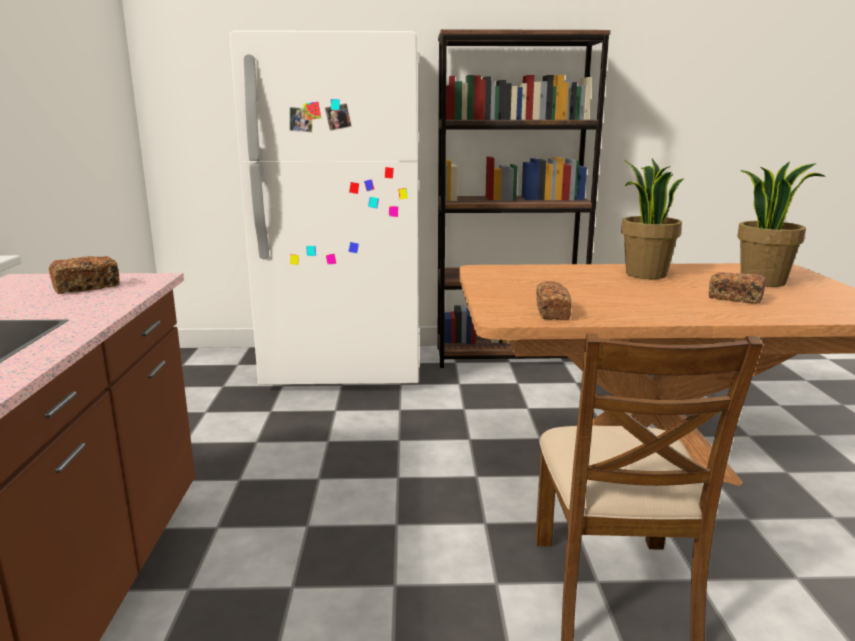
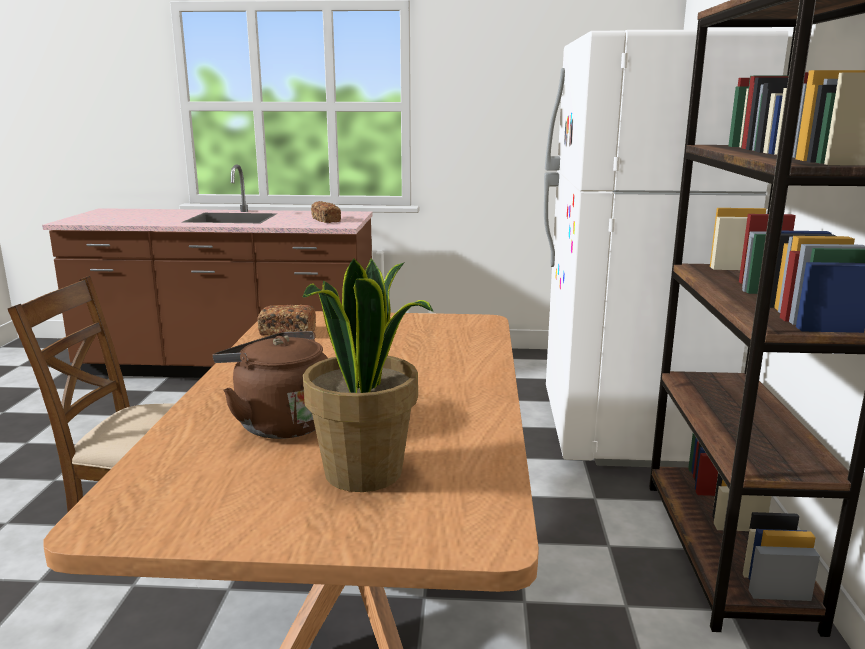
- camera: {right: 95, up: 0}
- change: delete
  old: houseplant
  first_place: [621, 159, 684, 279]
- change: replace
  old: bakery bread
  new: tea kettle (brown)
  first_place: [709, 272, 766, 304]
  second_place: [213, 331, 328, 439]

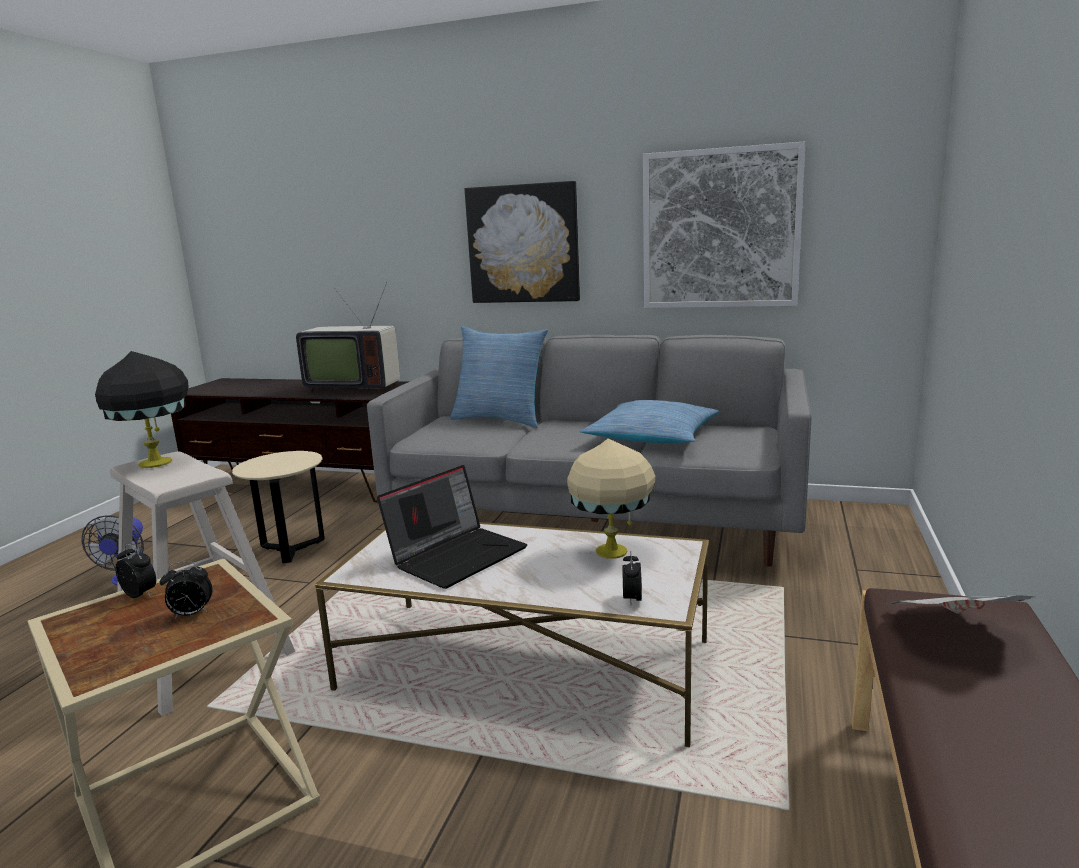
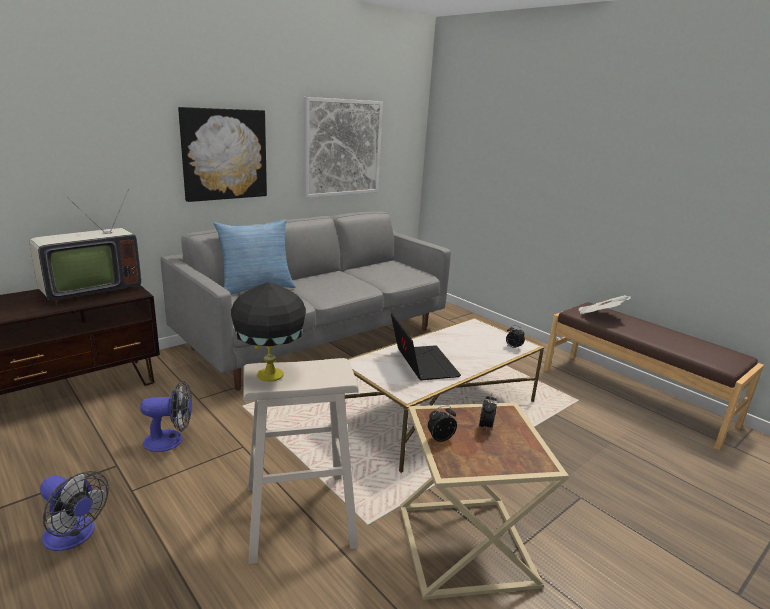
- camera: {right: -60, up: 5}
- change: delete
  old: lamp for a table (beige-coloured)
  first_place: [567, 438, 655, 559]
- change: delete
  old: cushion
  first_place: [580, 400, 719, 443]
- change: replace
  old: end table (beige-coloured)
  new: cooling fan
  first_place: [232, 451, 325, 563]
  second_place: [140, 381, 192, 452]

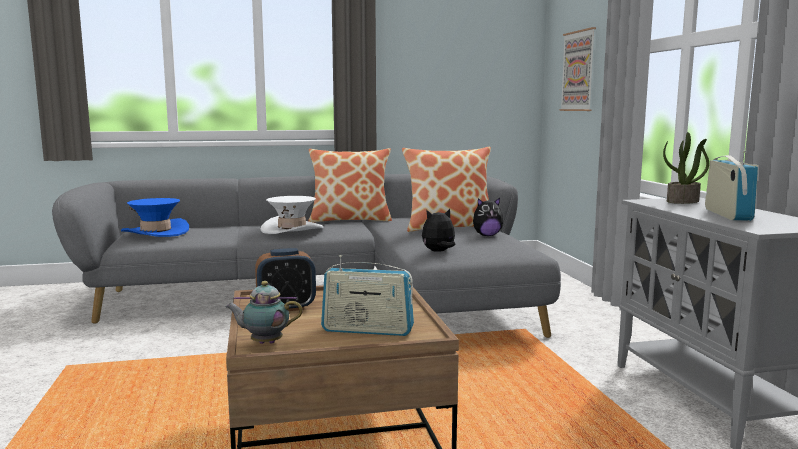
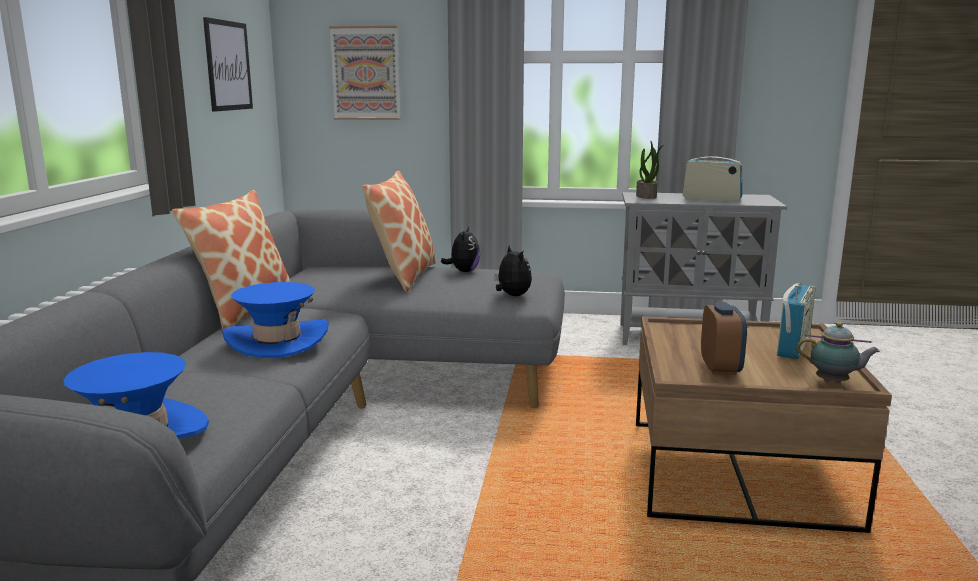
- camera: {right: -70, up: 5}
- change: insert
  new: wall art
  second_place: [203, 17, 253, 112]
- change: recolor
  old: wearable hat (white)
  new: wearable hat (blue-coloured)
  first_place: [261, 196, 323, 234]
  second_place: [222, 282, 329, 358]
- change: rotate
  old: pot for tea
  first_place: [225, 281, 303, 344]
  second_place: [797, 322, 880, 383]
  degrees: -90
- change: rotate
  old: soft toy
  first_place: [422, 209, 455, 252]
  second_place: [494, 245, 532, 296]
  degrees: 150

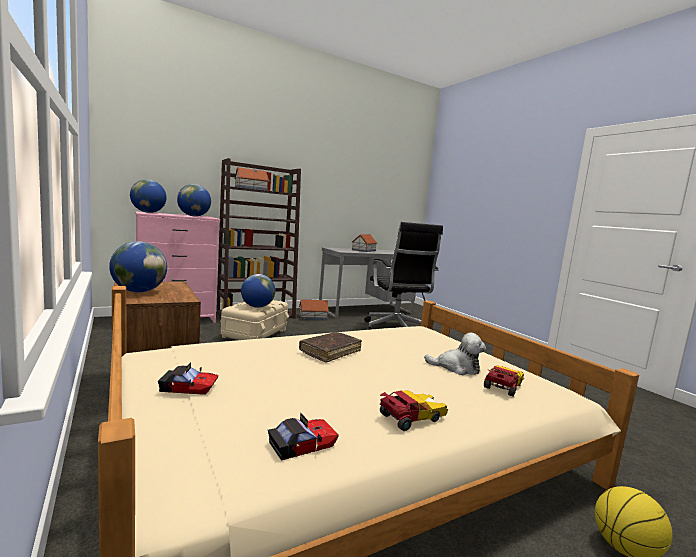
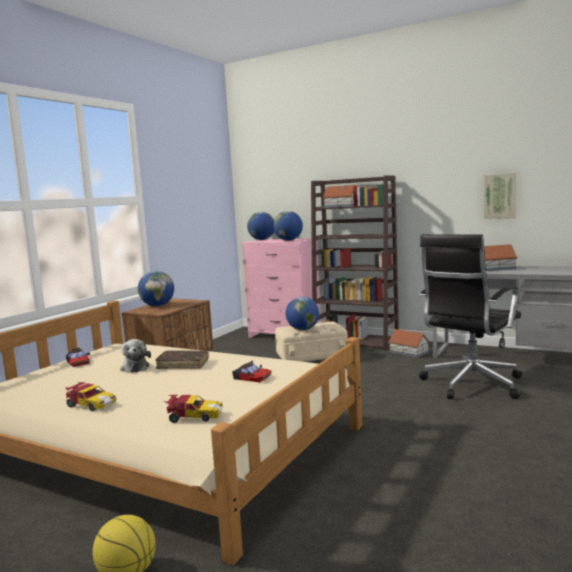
- camera: {right: 60, up: 0}
- change: insert
  new: wall art
  second_place: [484, 173, 517, 219]
- change: move
  old: model car
  first_place: [268, 412, 339, 461]
  second_place: [232, 361, 272, 382]
- change: move
  old: soft toy
  first_place: [424, 332, 486, 375]
  second_place: [120, 339, 151, 373]

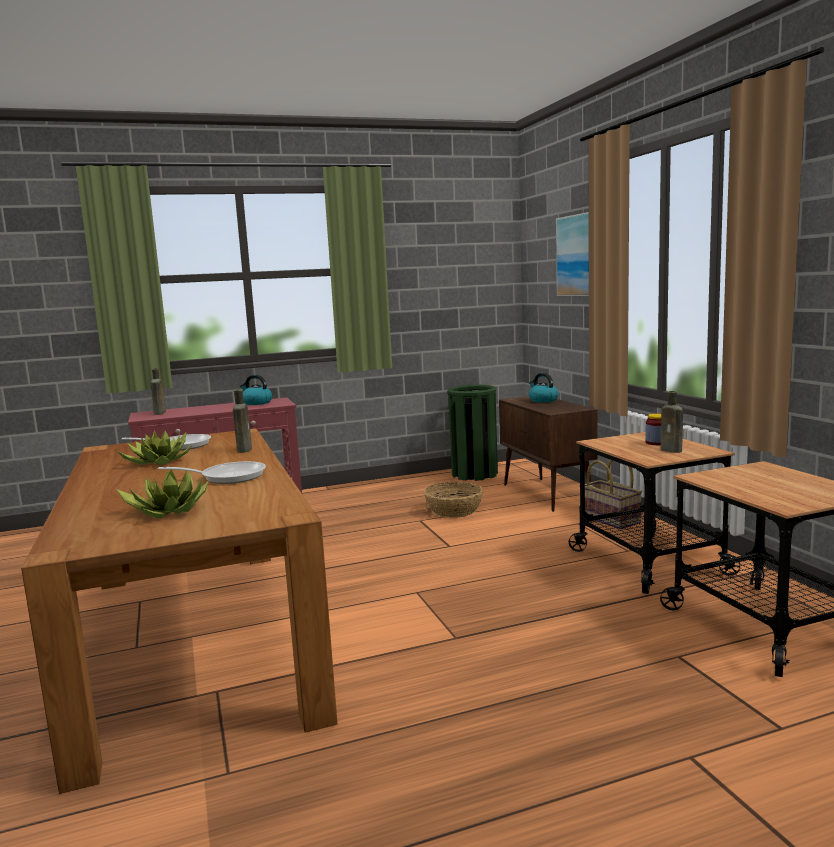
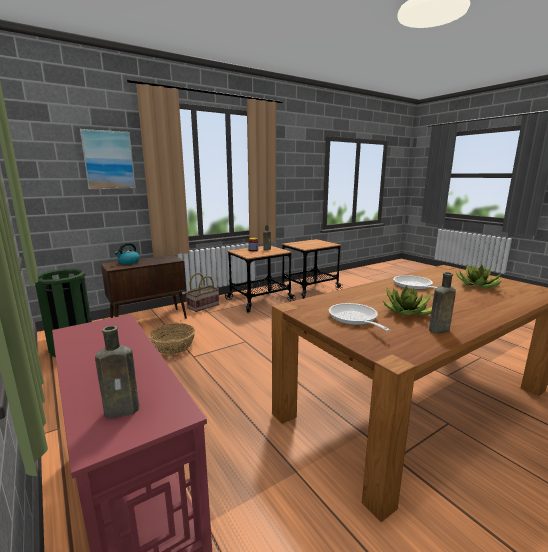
- camera: {right: -105, up: 5}
- change: delete
  old: tea kettle
  first_place: [240, 375, 272, 405]
- change: move
  old: drink bottle (brown)
  first_place: [233, 389, 252, 453]
  second_place: [429, 272, 456, 334]

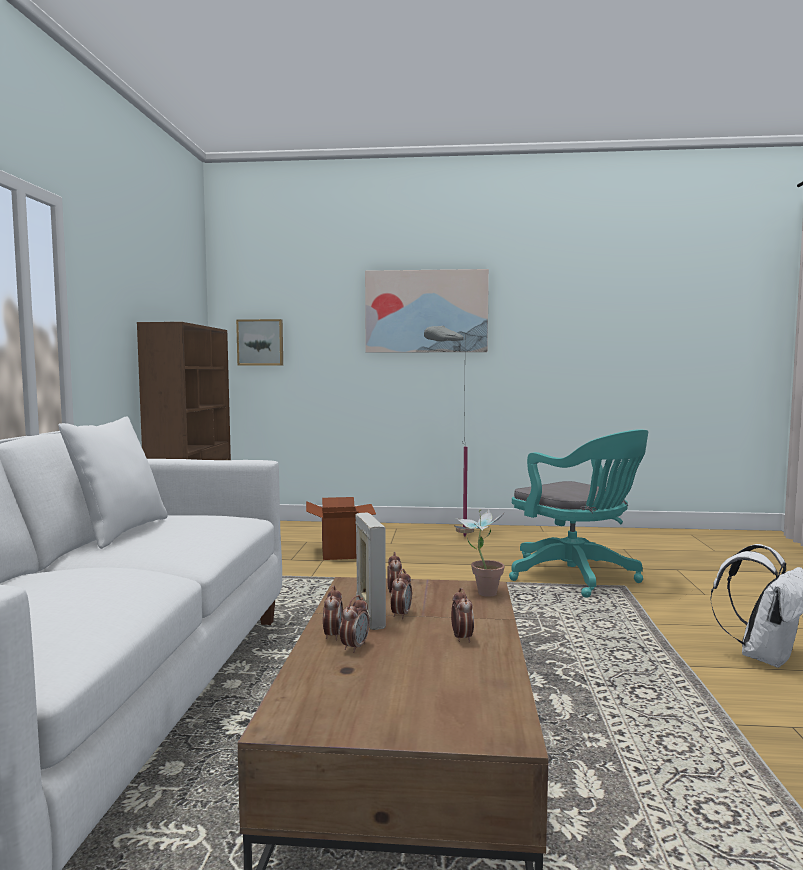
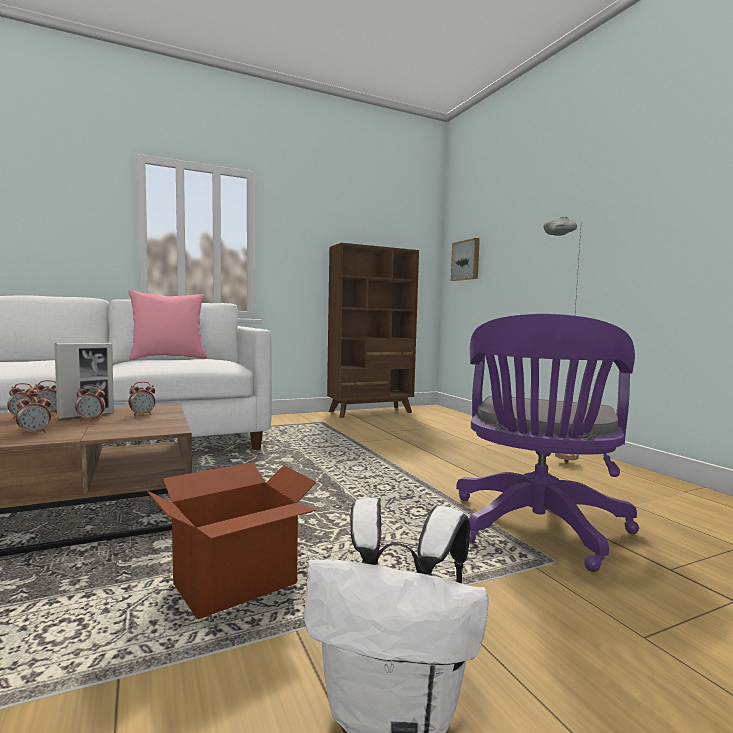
- camera: {right: 60, up: 0}
- change: delete
  old: wall art
  first_place: [365, 269, 489, 353]
- change: delete
  old: houseplant
  first_place: [453, 509, 505, 597]
- change: move
  old: carton
  first_place: [306, 497, 376, 560]
  second_place: [147, 462, 316, 620]
- change: recolor
  old: cushion (white)
  new: cushion (pinkish)
  first_place: [58, 416, 167, 549]
  second_place: [128, 290, 207, 360]
- change: recolor
  old: desk chair (blue-green)
  new: desk chair (purple-coloured)
  first_place: [509, 429, 648, 597]
  second_place: [456, 314, 639, 572]

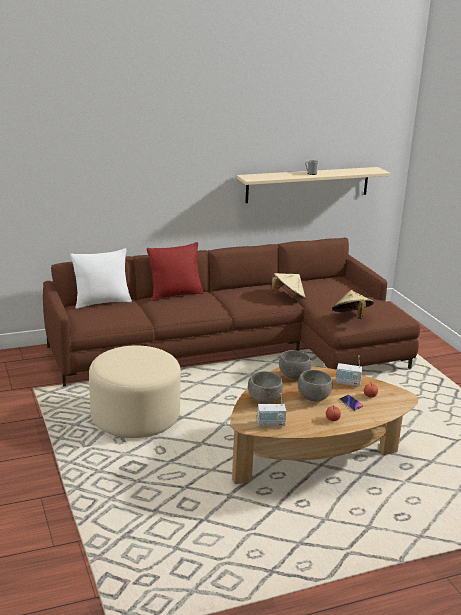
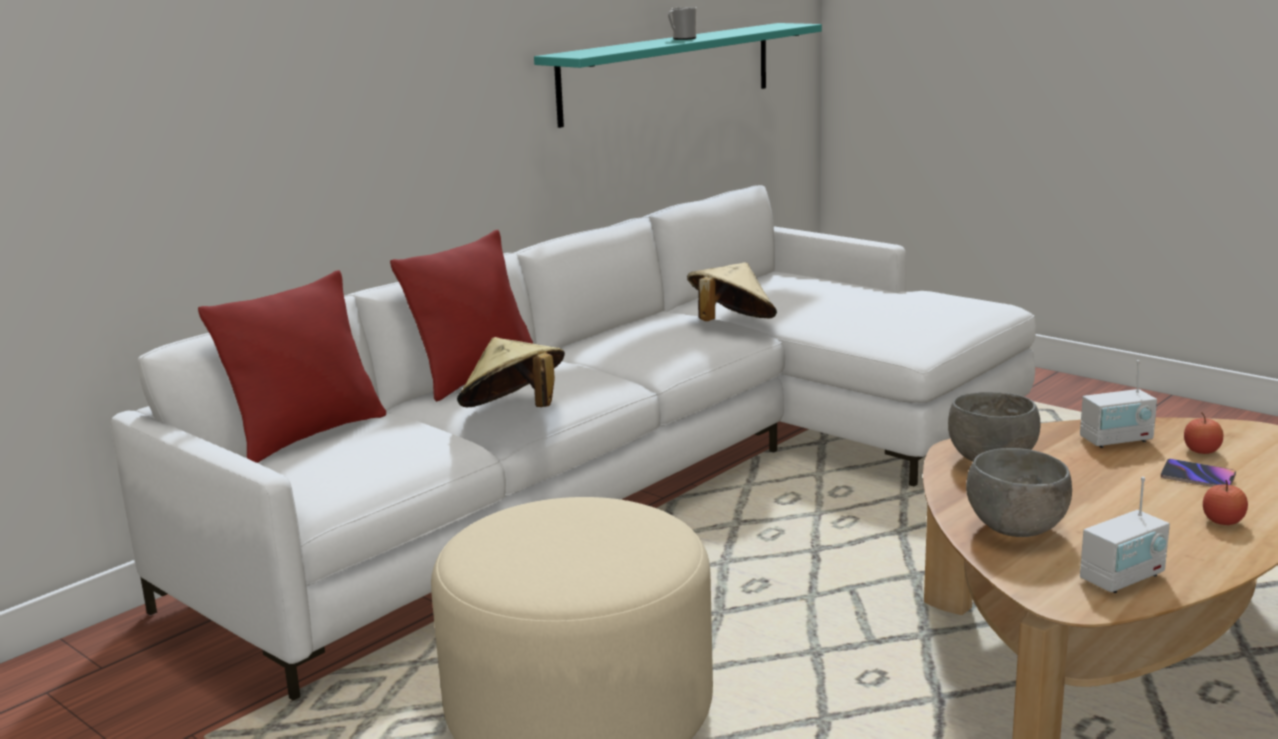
- camera: {right: -25, up: -5}
- change: delete
  old: bowl (grey)
  first_place: [298, 370, 333, 401]
- change: move
  old: wearable hat (beige-coloured)
  first_place: [332, 290, 374, 319]
  second_place: [457, 337, 565, 407]
- change: recolor
  old: sofa (brown)
  new: sofa (white)
  first_place: [43, 238, 420, 387]
  second_place: [110, 185, 1036, 701]
- change: recolor
  old: cushion (white)
  new: cushion (red)
  first_place: [70, 249, 132, 309]
  second_place: [198, 270, 386, 463]
- change: recolor
  old: bracket shelf (beige-coloured)
  new: bracket shelf (blue-green)
  first_place: [236, 167, 390, 203]
  second_place: [534, 23, 822, 128]

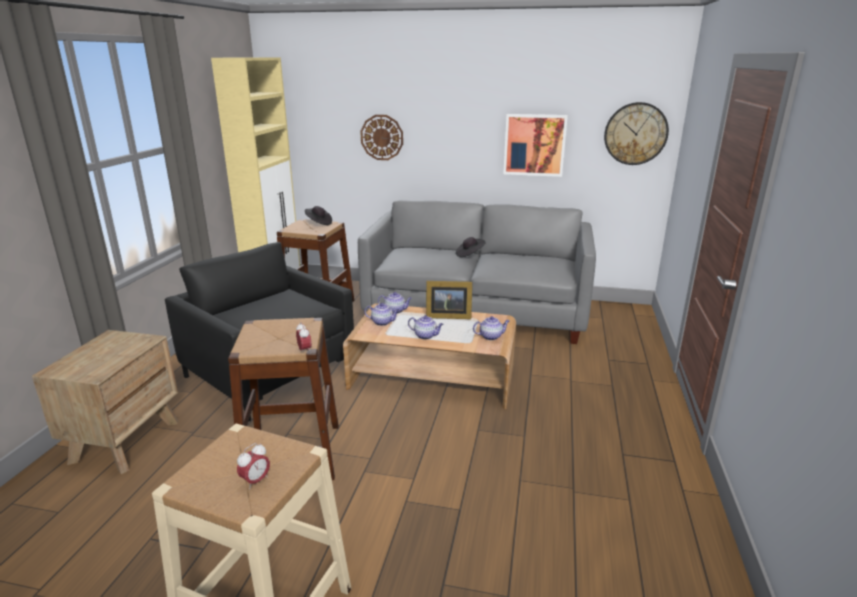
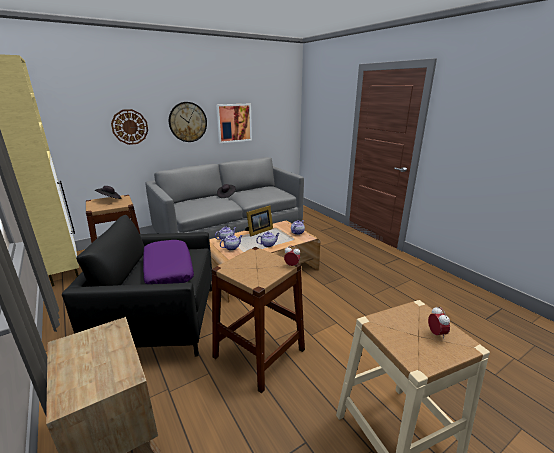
- camera: {right: -45, up: 0}
- change: insert
  new: cushion (purple-coloured)
  second_place: [143, 240, 194, 284]
- change: move
  old: clock on the wall
  first_place: [604, 102, 669, 165]
  second_place: [169, 102, 207, 142]

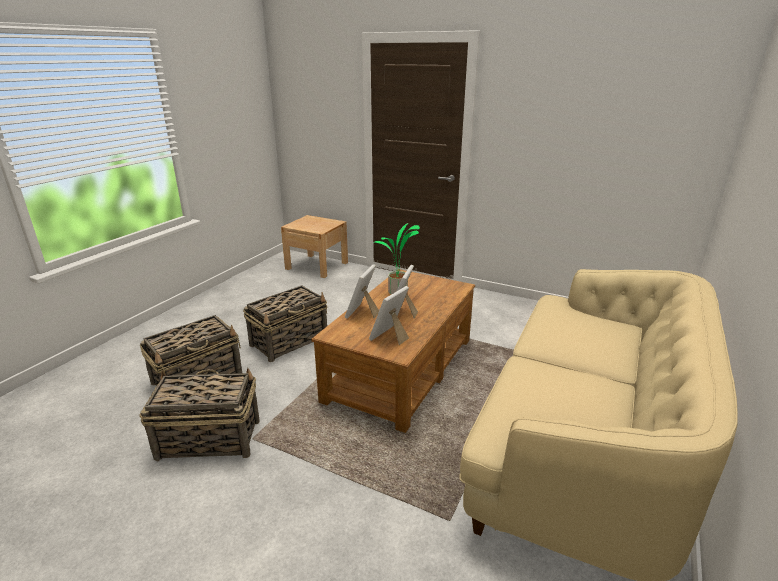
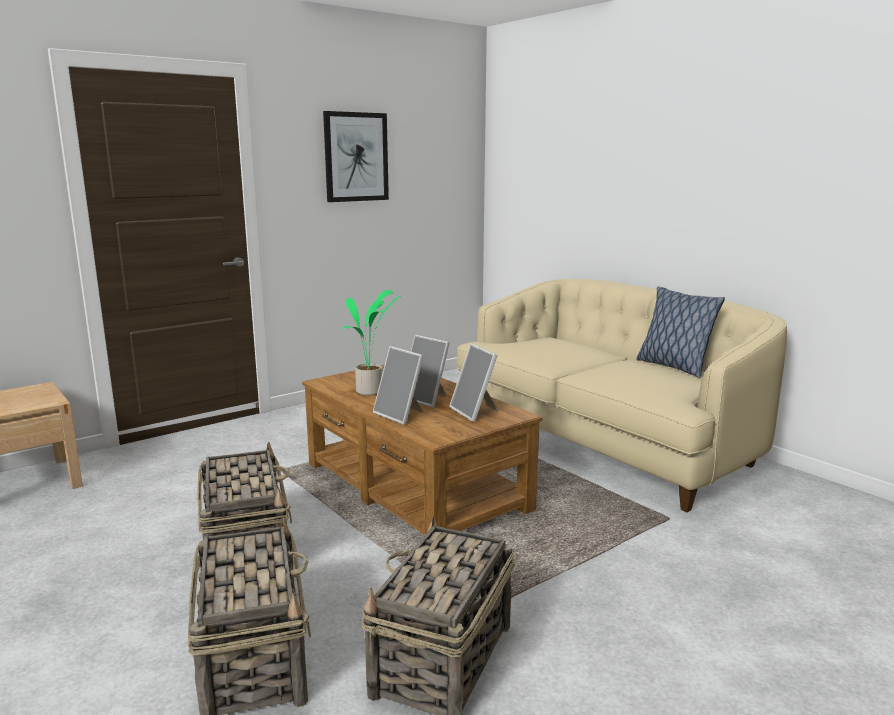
- camera: {right: -65, up: -10}
- change: insert
  new: wall art
  second_place: [323, 111, 389, 202]
- change: insert
  new: cushion
  second_place: [636, 286, 725, 378]

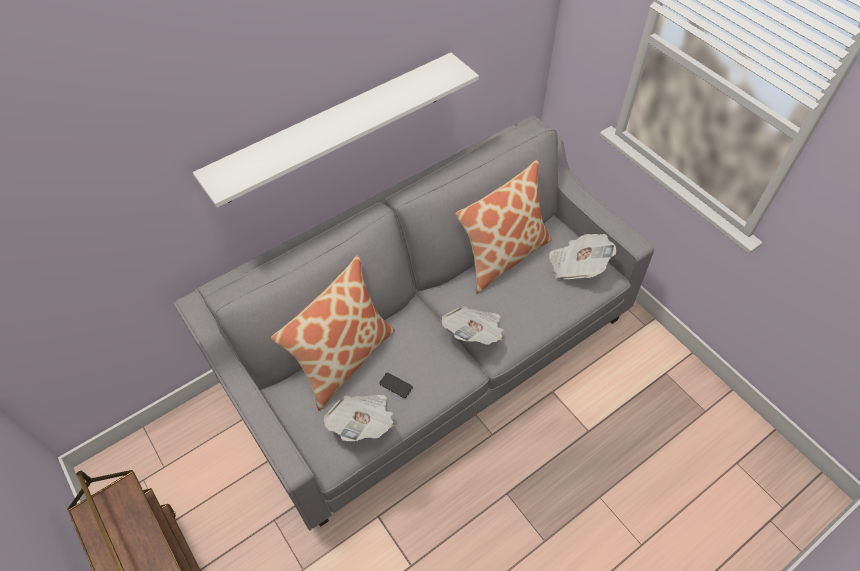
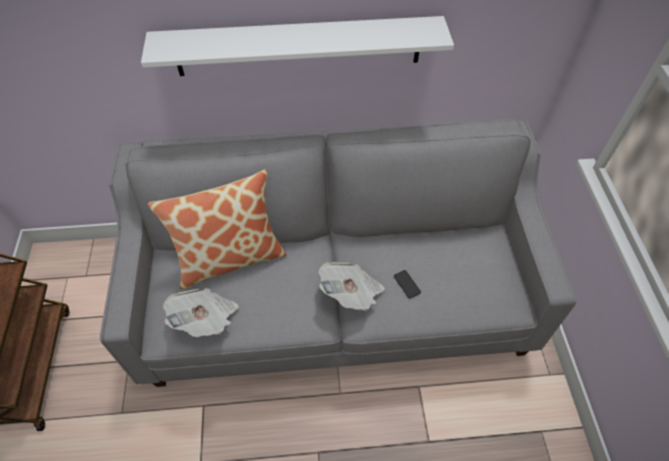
- camera: {right: 30, up: 0}
- change: delete
  old: cushion
  first_place: [456, 160, 552, 294]
- change: delete
  old: daily paper
  first_place: [549, 234, 616, 279]
- change: move
  old: phone
  first_place: [379, 373, 413, 398]
  second_place: [394, 270, 421, 299]

